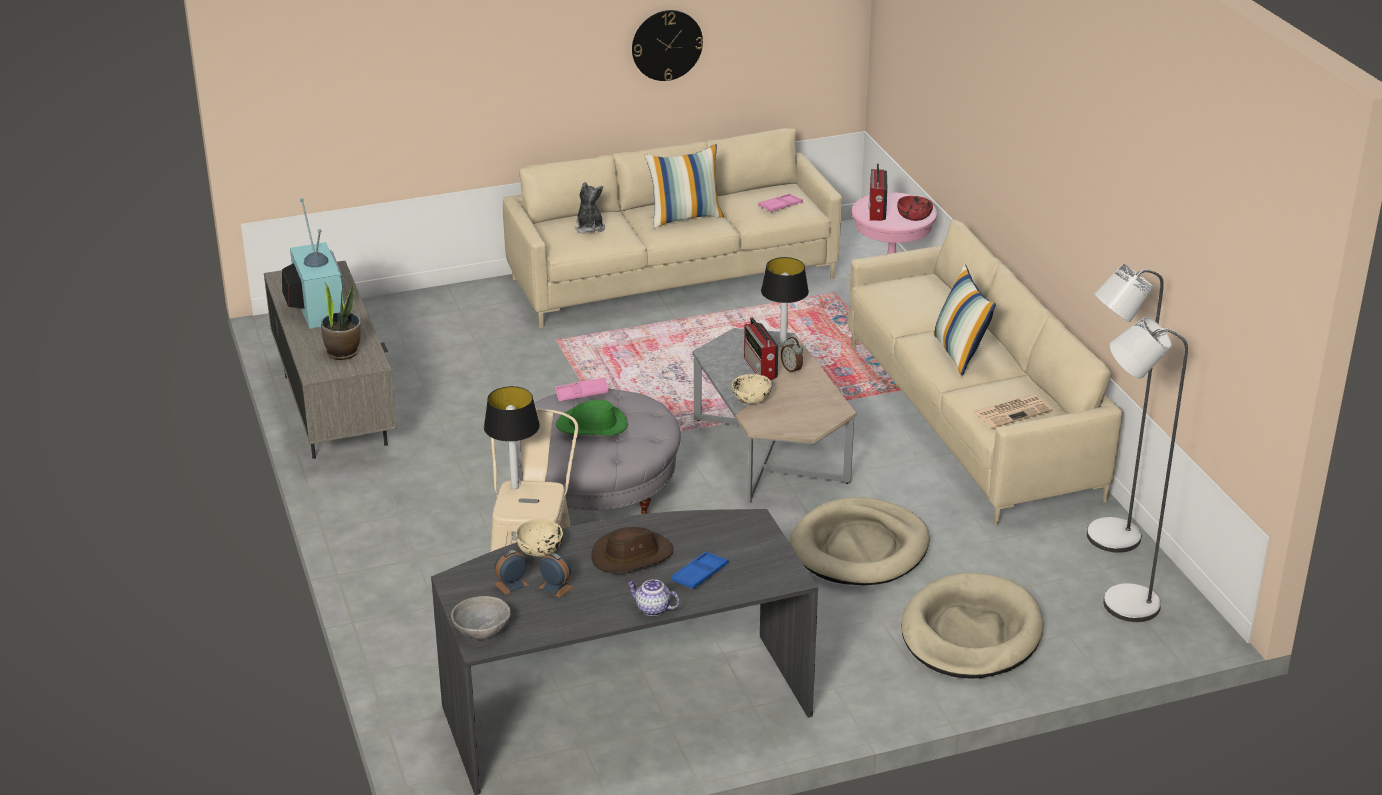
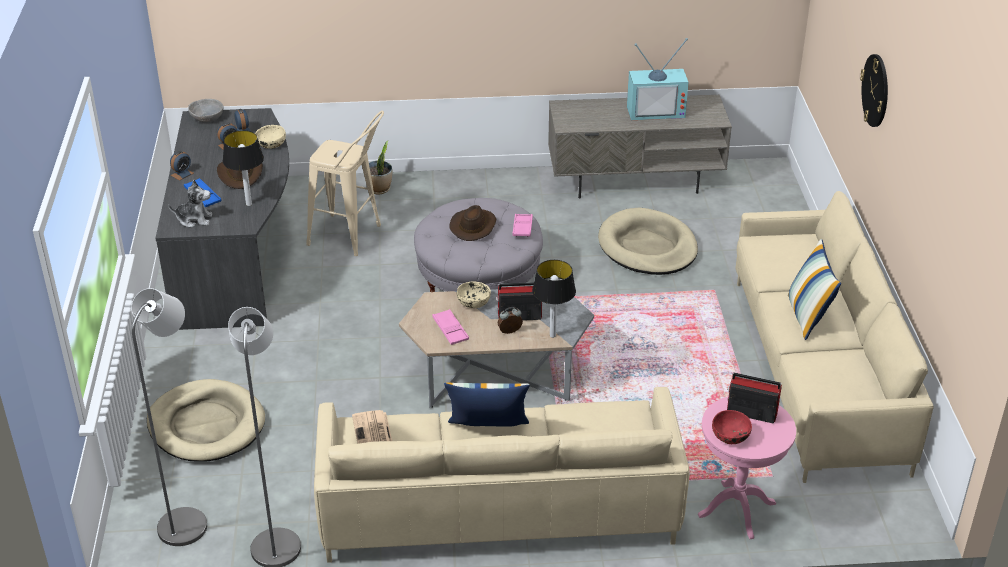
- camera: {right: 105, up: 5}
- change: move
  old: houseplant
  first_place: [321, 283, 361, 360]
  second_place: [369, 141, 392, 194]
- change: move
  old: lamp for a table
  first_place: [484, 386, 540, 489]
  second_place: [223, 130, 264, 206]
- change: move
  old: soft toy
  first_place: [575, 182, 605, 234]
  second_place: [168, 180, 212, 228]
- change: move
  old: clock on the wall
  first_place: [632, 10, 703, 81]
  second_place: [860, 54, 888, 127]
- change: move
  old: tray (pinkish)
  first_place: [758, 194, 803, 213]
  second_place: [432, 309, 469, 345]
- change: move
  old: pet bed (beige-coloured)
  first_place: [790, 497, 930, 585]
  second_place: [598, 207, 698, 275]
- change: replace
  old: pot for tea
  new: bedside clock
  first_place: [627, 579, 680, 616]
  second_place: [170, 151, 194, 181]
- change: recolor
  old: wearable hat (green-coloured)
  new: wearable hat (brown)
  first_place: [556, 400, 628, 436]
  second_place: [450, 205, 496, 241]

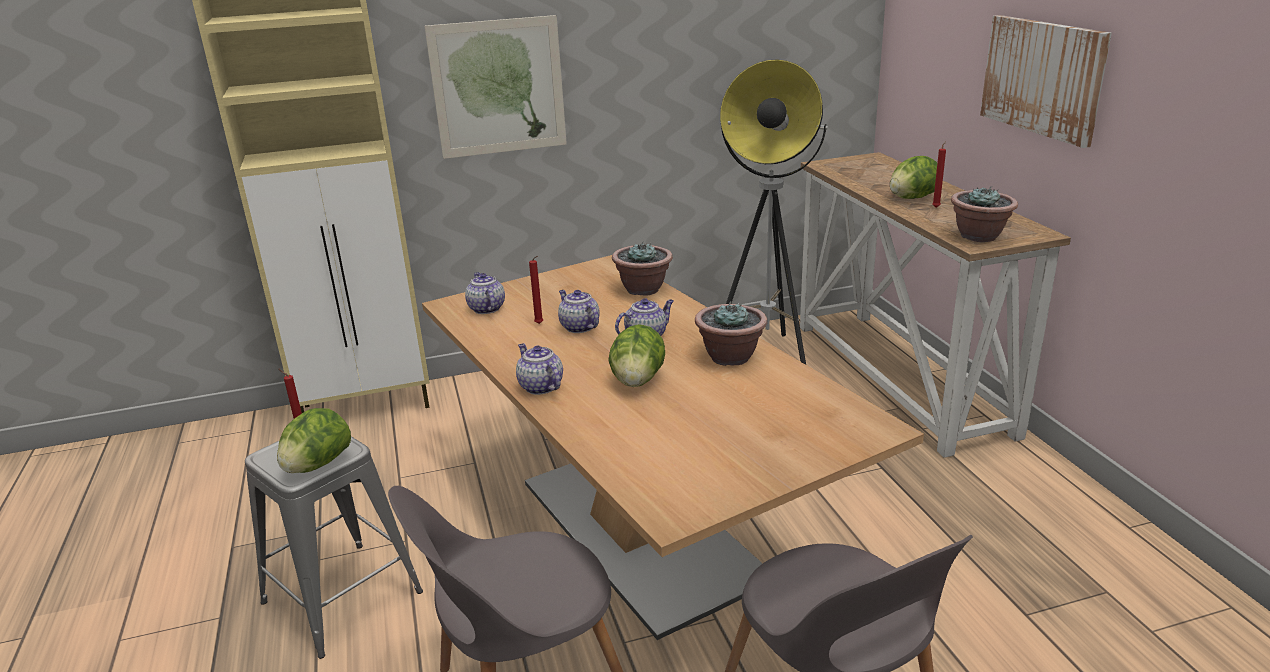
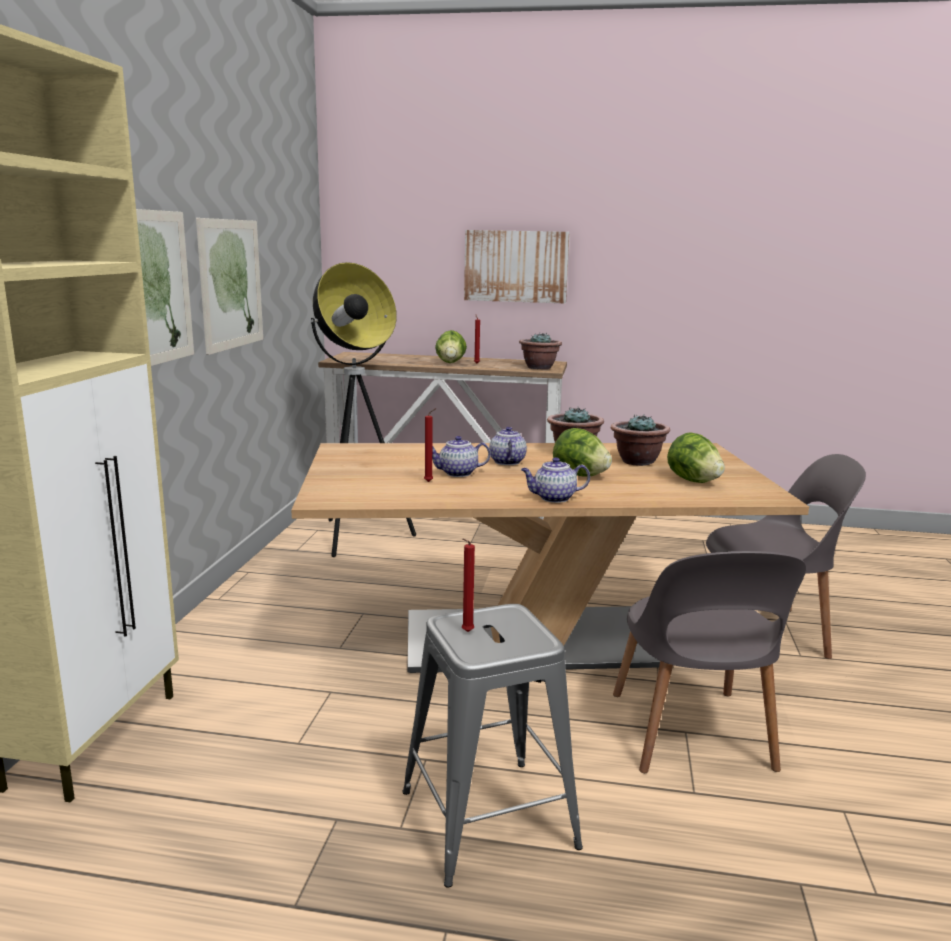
- camera: {right: -65, up: -10}
- change: delete
  old: pot for tea
  first_place: [465, 272, 505, 314]
- change: insert
  new: wall art
  second_place: [196, 218, 263, 355]
- change: move
  old: head of lettuce
  first_place: [277, 408, 351, 473]
  second_place: [667, 432, 725, 483]
- change: move
  old: houseplant
  first_place: [612, 241, 673, 296]
  second_place: [610, 414, 670, 466]

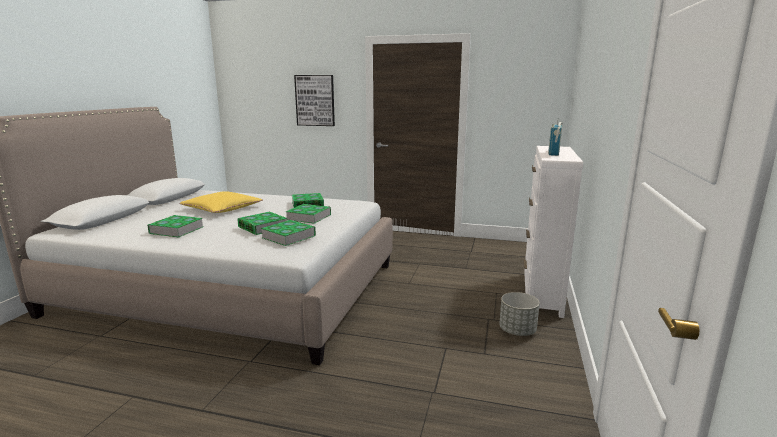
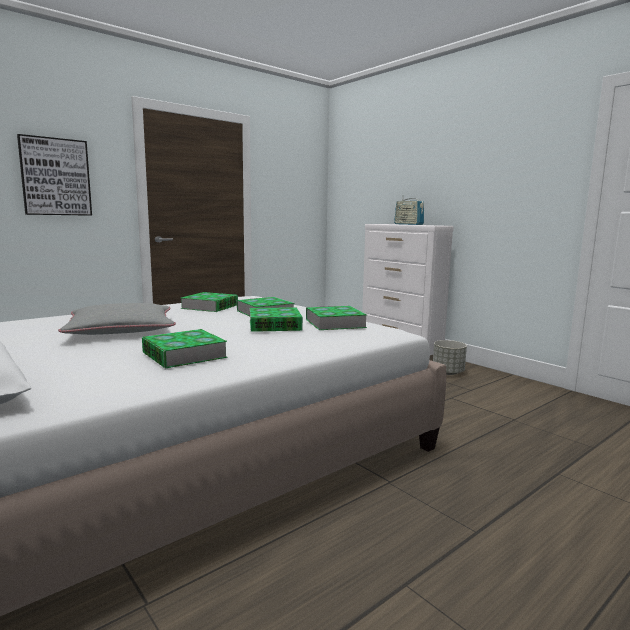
- camera: {right: -55, up: -5}
- change: recolor
  old: cushion (yellow-coloured)
  new: cushion (grey)
  first_place: [179, 191, 263, 213]
  second_place: [58, 303, 176, 335]

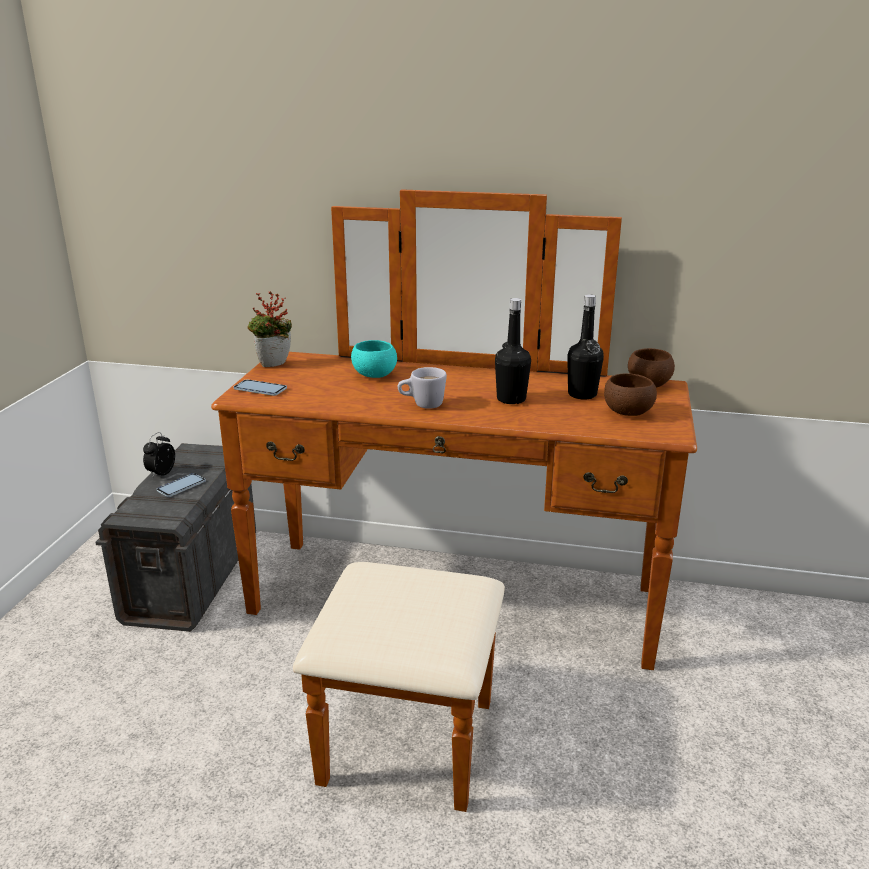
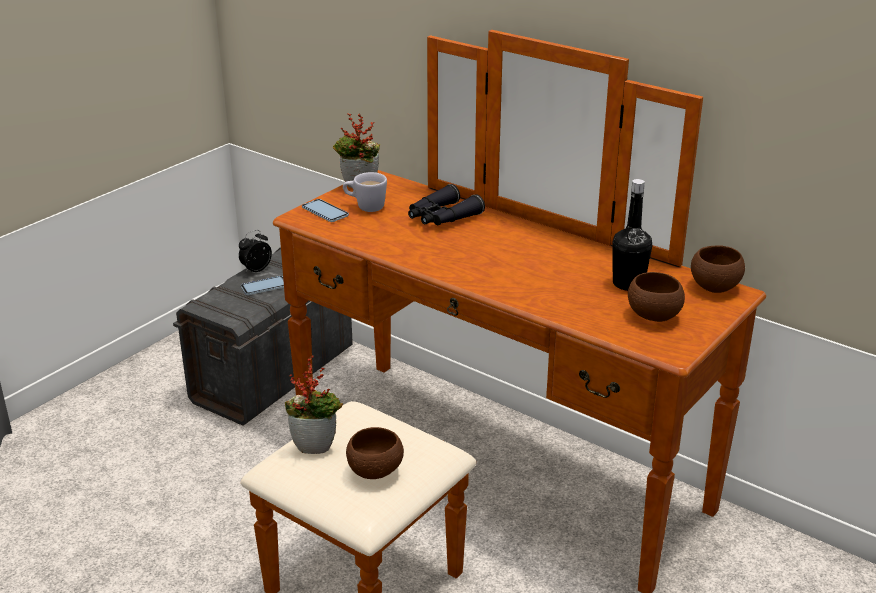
- camera: {right: 25, up: 5}
- change: delete
  old: drink bottle (black-coloured)
  first_place: [495, 298, 531, 404]
- change: insert
  new: houseplant
  second_place: [285, 355, 343, 454]
- change: insert
  new: bowl (brown)
  second_place: [346, 427, 404, 479]
- change: move
  old: mug (white)
  first_place: [398, 367, 447, 409]
  second_place: [343, 172, 387, 212]
- change: replace
  old: bowl (blue-green)
  new: field glasses (black-coloured)
  first_place: [351, 340, 397, 378]
  second_place: [408, 184, 485, 225]

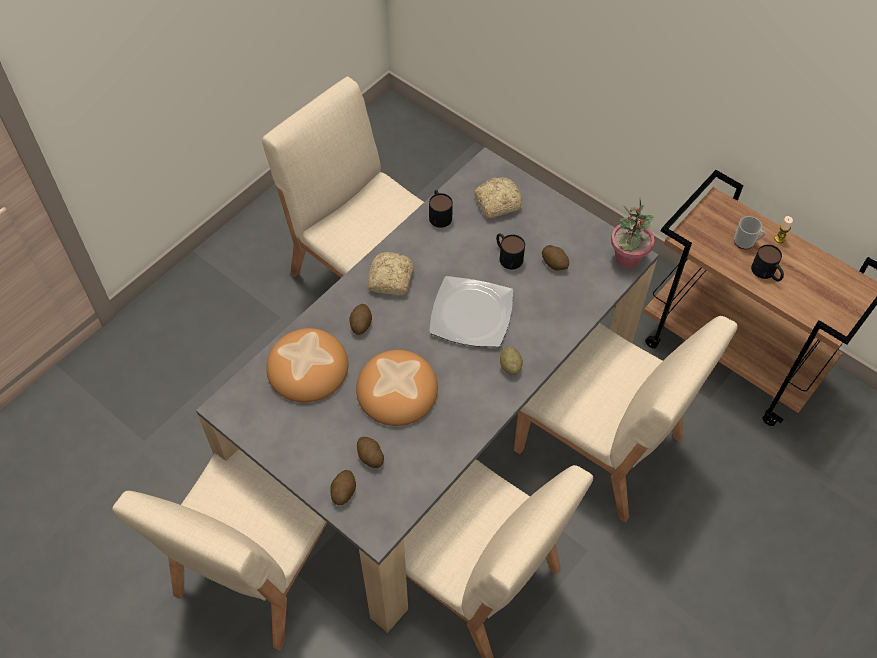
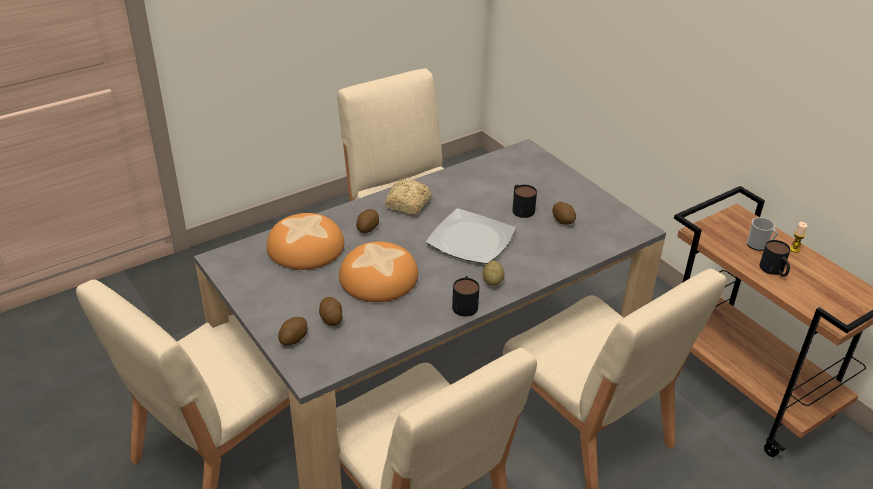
- camera: {right: 15, up: -20}
- change: delete
  old: bakery bread
  first_place: [474, 177, 522, 219]
- change: delete
  old: houseplant
  first_place: [611, 199, 654, 268]
- change: move
  old: mug
  first_place: [429, 190, 453, 228]
  second_place: [452, 276, 479, 316]

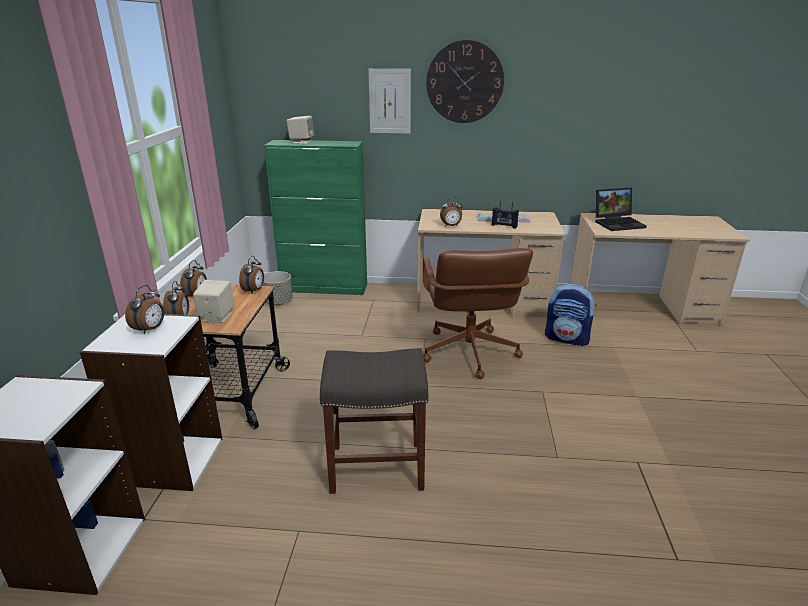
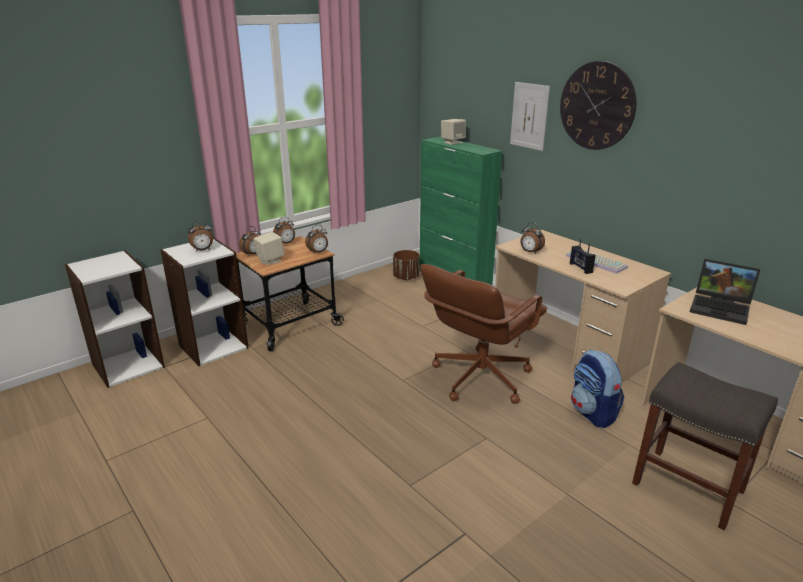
- camera: {right: 45, up: 0}
- change: move
  old: stool seat (grey)
  first_place: [320, 348, 428, 494]
  second_place: [632, 362, 778, 530]
- change: recolor
  old: flower pot (grey)
  new: flower pot (brown)
  first_place: [262, 271, 293, 305]
  second_place: [393, 250, 420, 280]

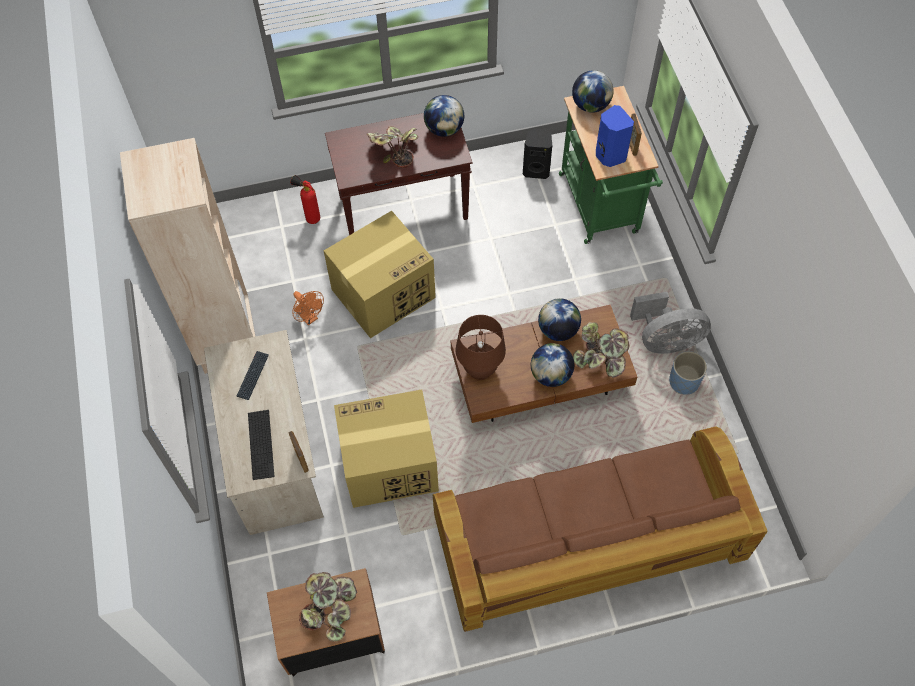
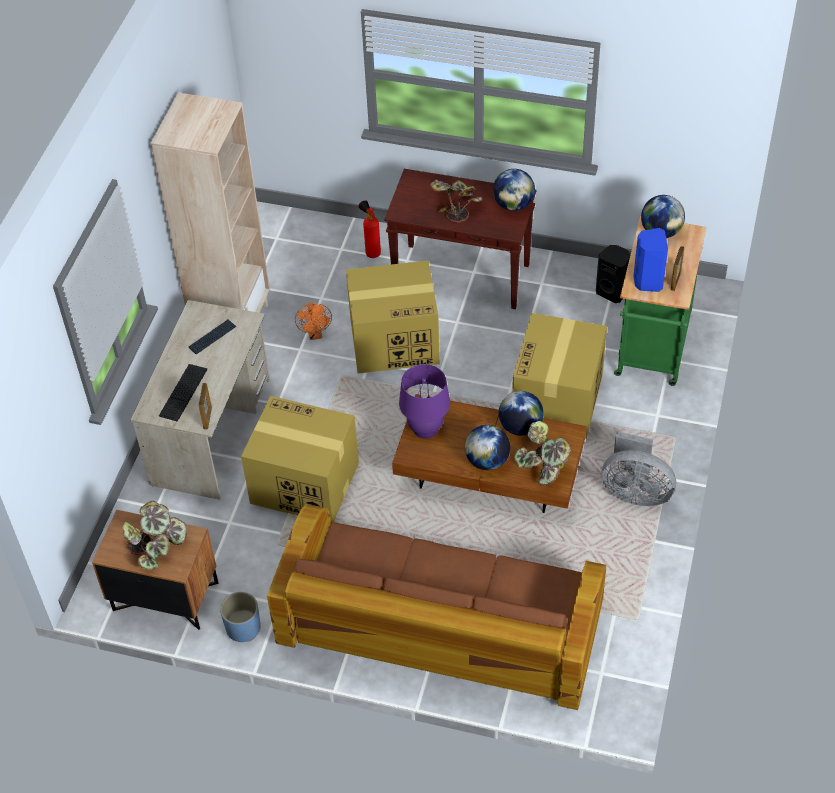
- camera: {right: 30, up: -10}
- change: insert
  new: carton
  second_place: [512, 313, 607, 439]
- change: move
  old: flower pot (blue-coloured)
  first_place: [669, 351, 707, 395]
  second_place: [220, 592, 261, 642]
- change: recolor
  old: lamp for a table (brown)
  new: lamp for a table (purple-coloured)
  first_place: [456, 315, 506, 380]
  second_place: [399, 364, 450, 439]

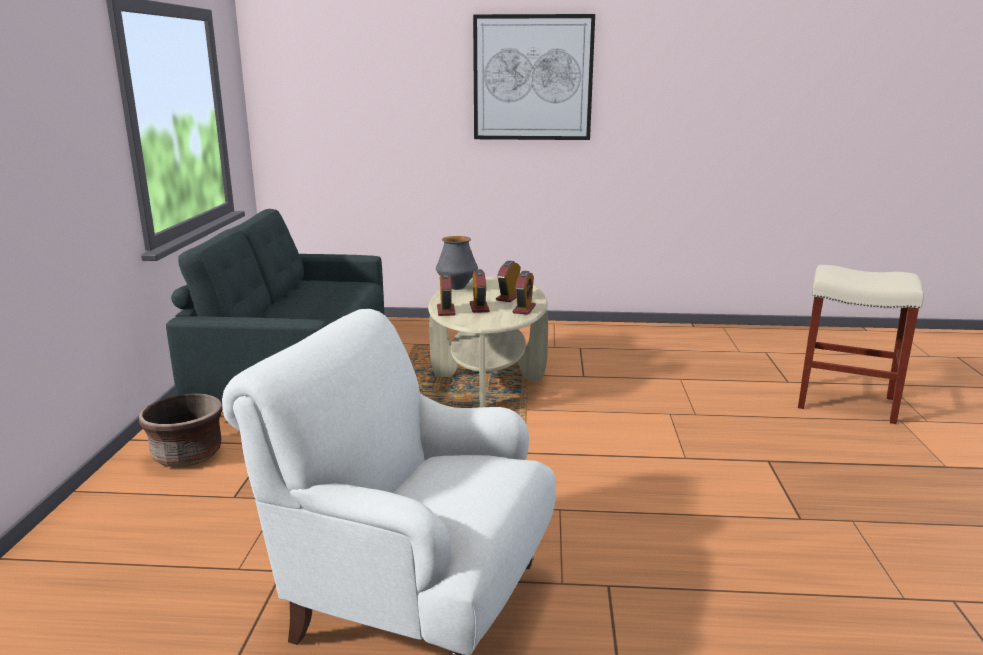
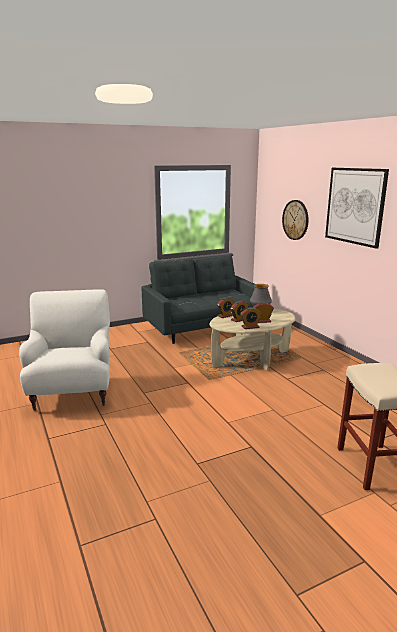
- camera: {right: 60, up: 0}
- change: delete
  old: flower pot (brown)
  first_place: [139, 394, 222, 467]
- change: insert
  new: clock on the wall
  second_place: [282, 200, 309, 240]

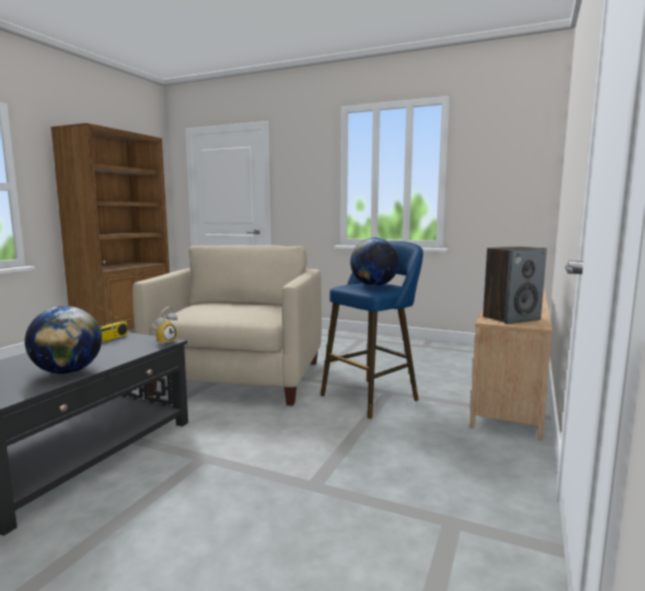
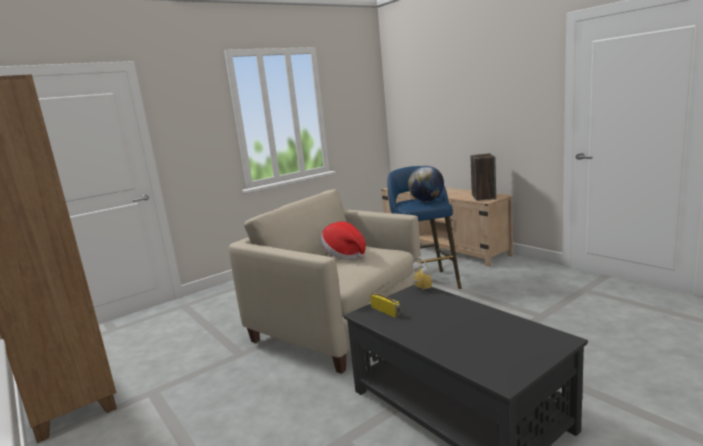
- camera: {right: -60, up: 5}
- change: delete
  old: desk globe
  first_place: [25, 306, 102, 374]
- change: insert
  new: wearable hat
  second_place: [320, 221, 366, 260]

